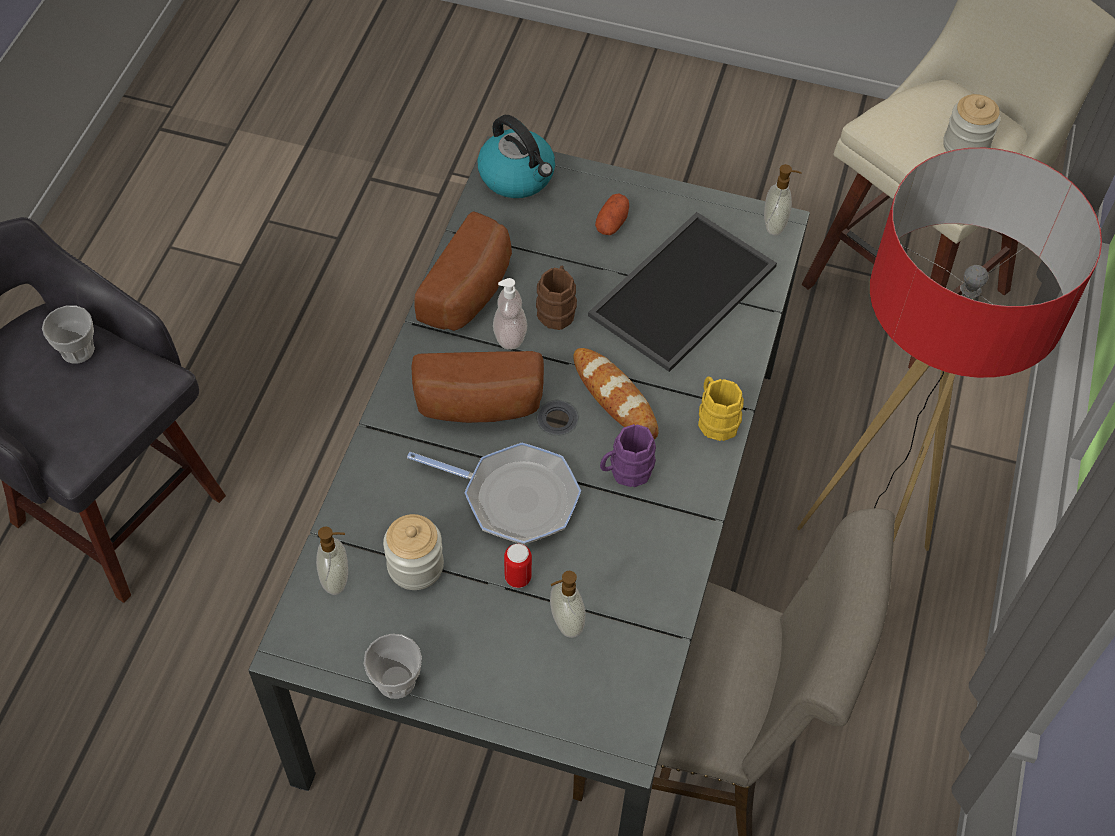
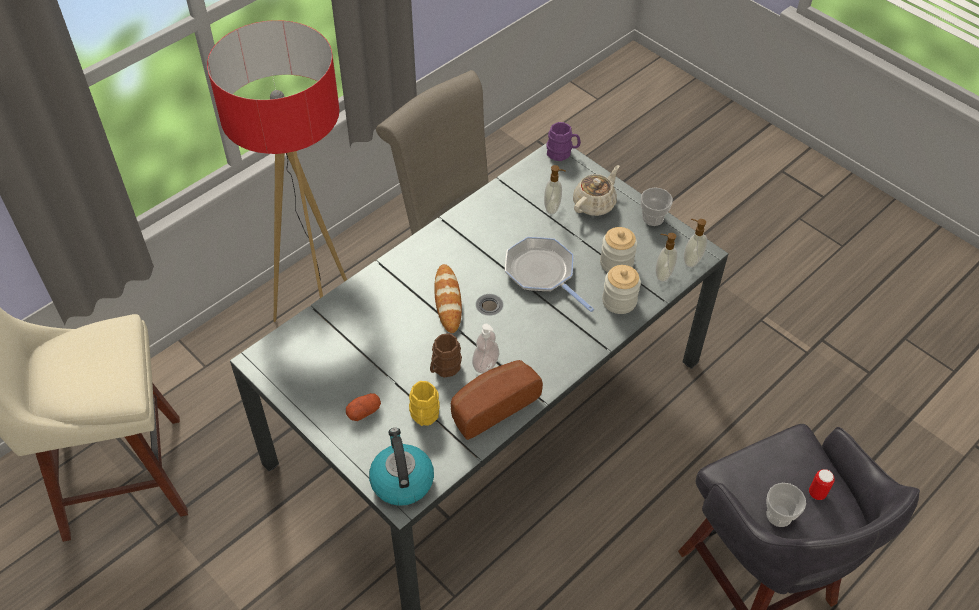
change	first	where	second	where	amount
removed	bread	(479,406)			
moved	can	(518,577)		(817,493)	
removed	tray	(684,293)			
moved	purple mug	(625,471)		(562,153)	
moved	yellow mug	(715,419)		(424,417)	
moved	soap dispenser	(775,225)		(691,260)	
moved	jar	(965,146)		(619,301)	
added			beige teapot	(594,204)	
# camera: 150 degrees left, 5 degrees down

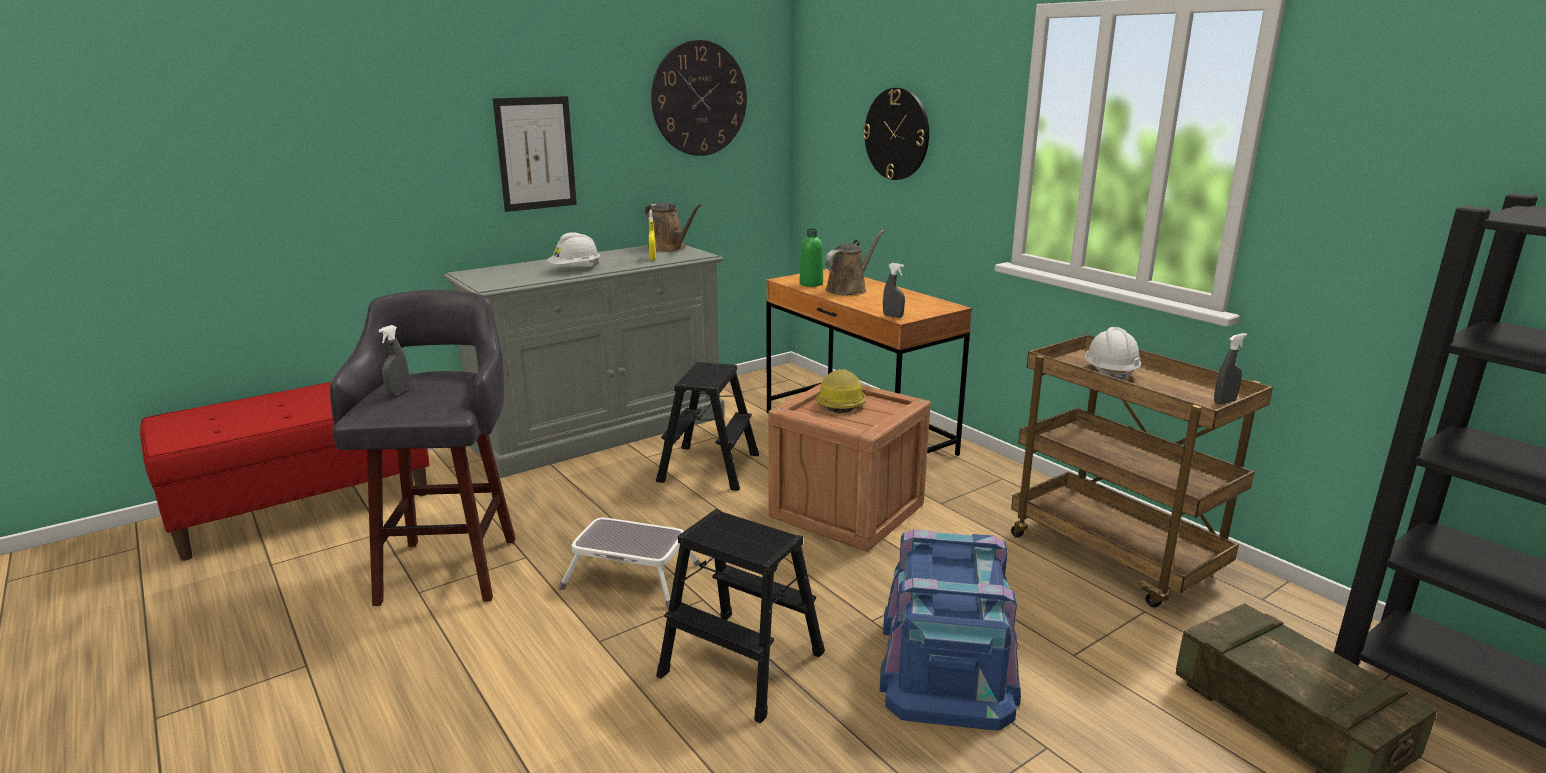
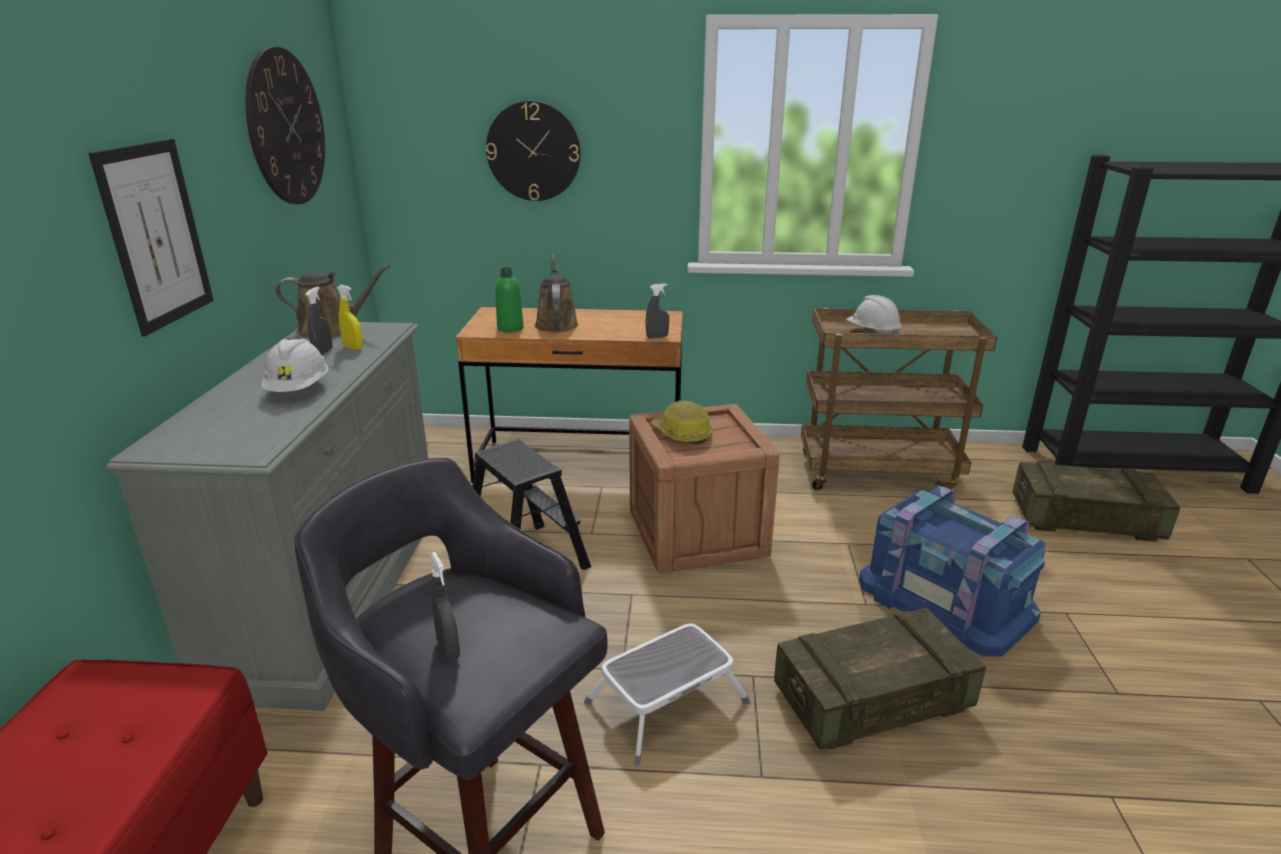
change	first	where	second	where	amount
replaced	black step ladder	(743,663)	crate	(872,699)	
moved	grey spray bottle	(1224,402)		(323,352)	
# camera: 50 degrees left, 5 degrees up

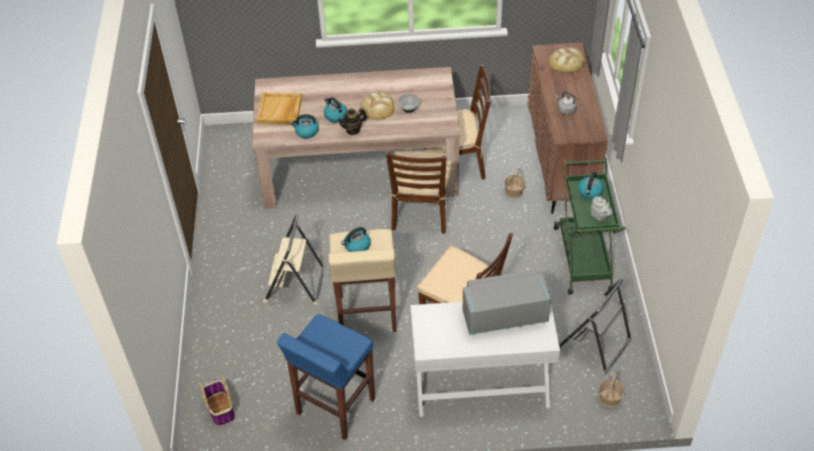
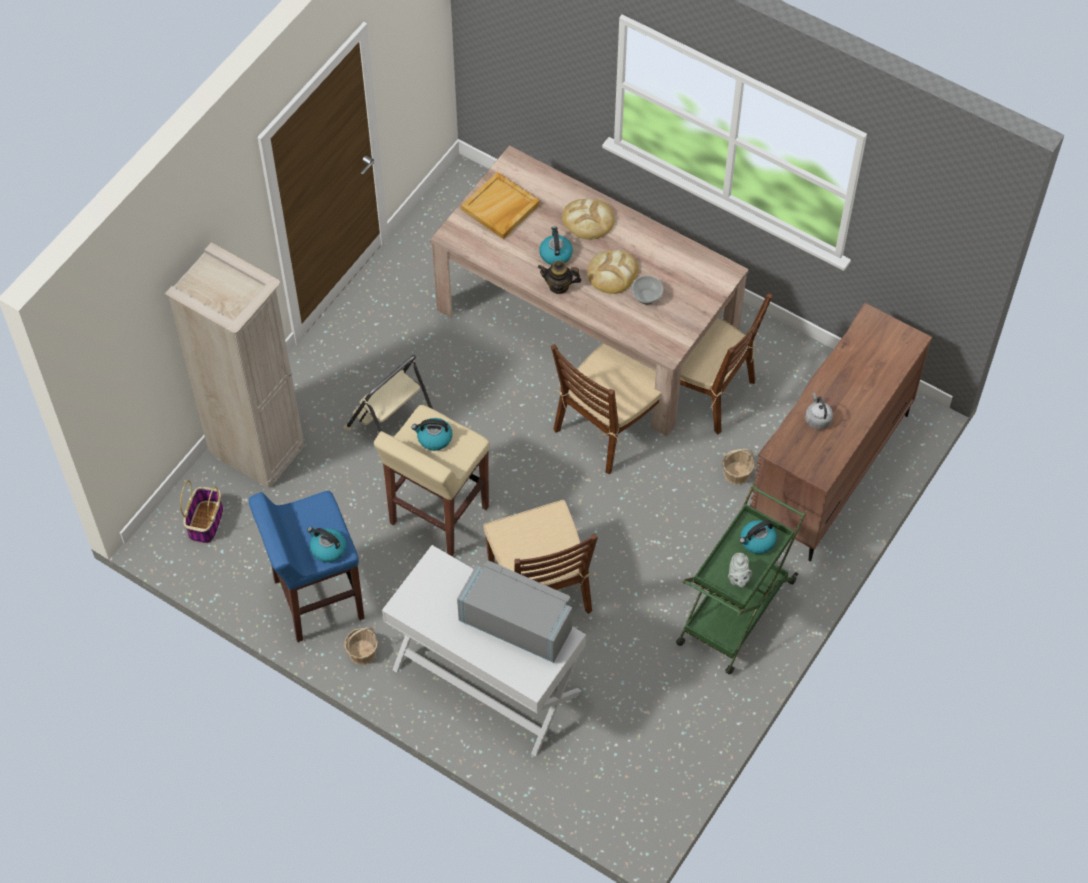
change	first	where	second	where	amount
moved	kettle	(306,132)		(327,549)	
moved	bread	(566,62)		(588,220)	
removed	grey step ladder	(596,345)			
moved	basket	(609,398)		(362,652)	
added			beige cabinet	(258,449)	
# camera: 35 degrees right, 10 degrees up

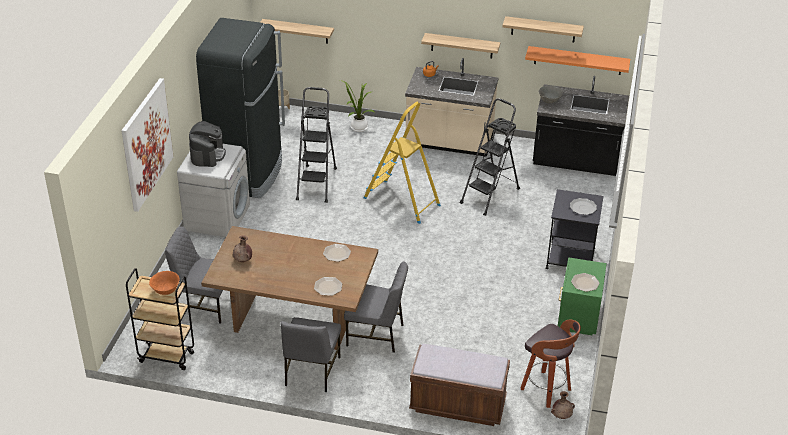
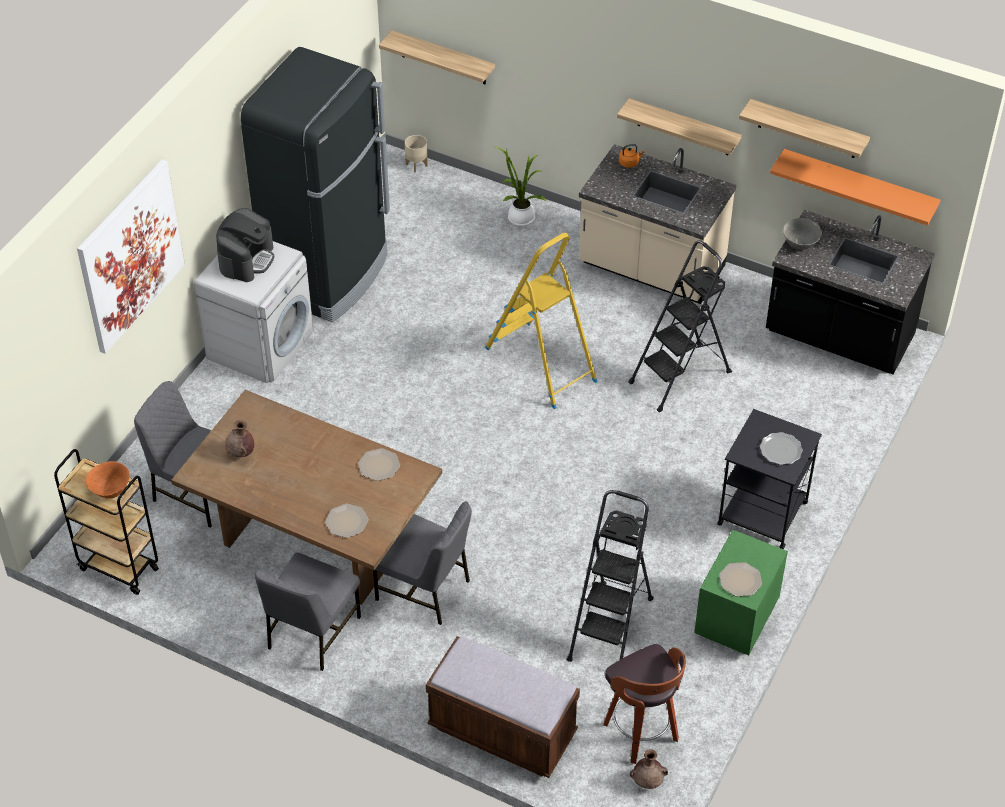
change	first	where	second	where	amount
moved	step ladder	(316,183)		(611,627)	
# camera: 15 degrees right, 10 degrees up

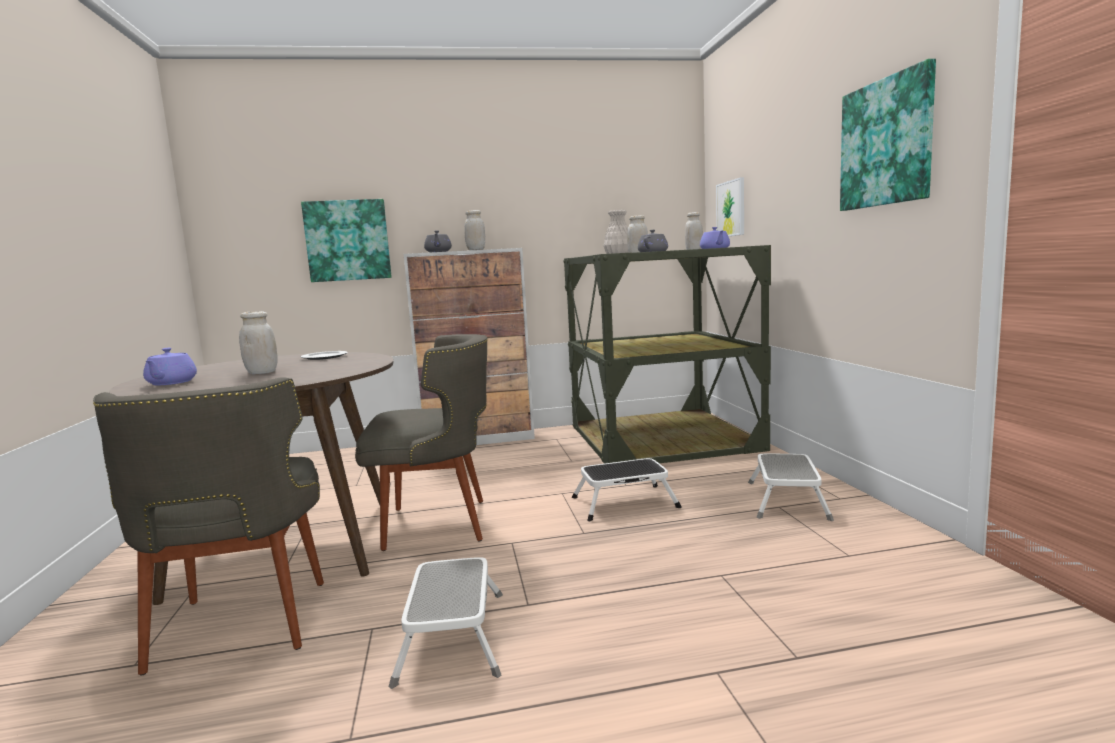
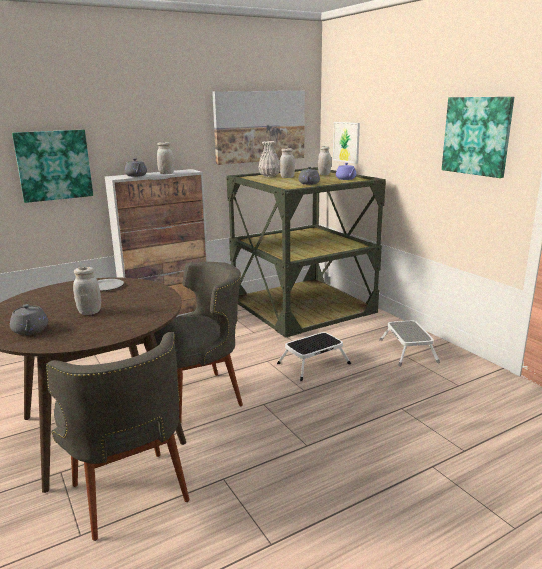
change	first	where	second	where	amount
recoloured	purple teapot	(171,383)	grey teapot	(30,330)	
removed	grey step ladder	(453,636)			
added			picture	(259,126)	
# camera: 20 degrees left, 10 degrees up

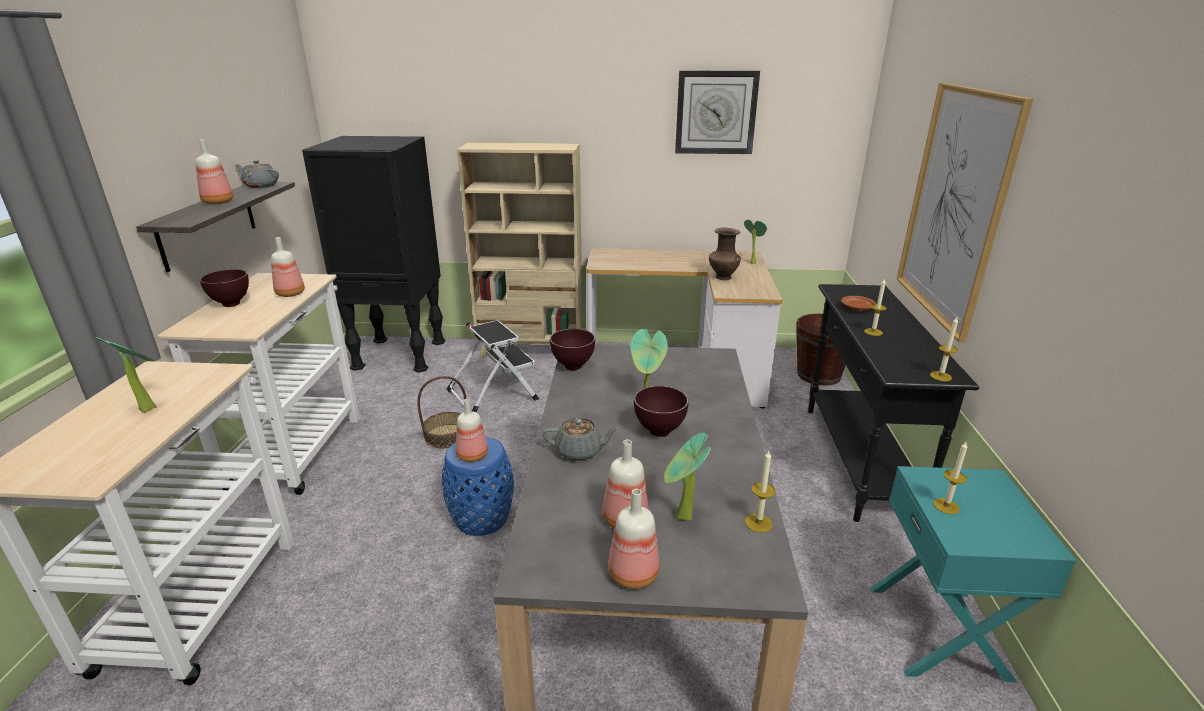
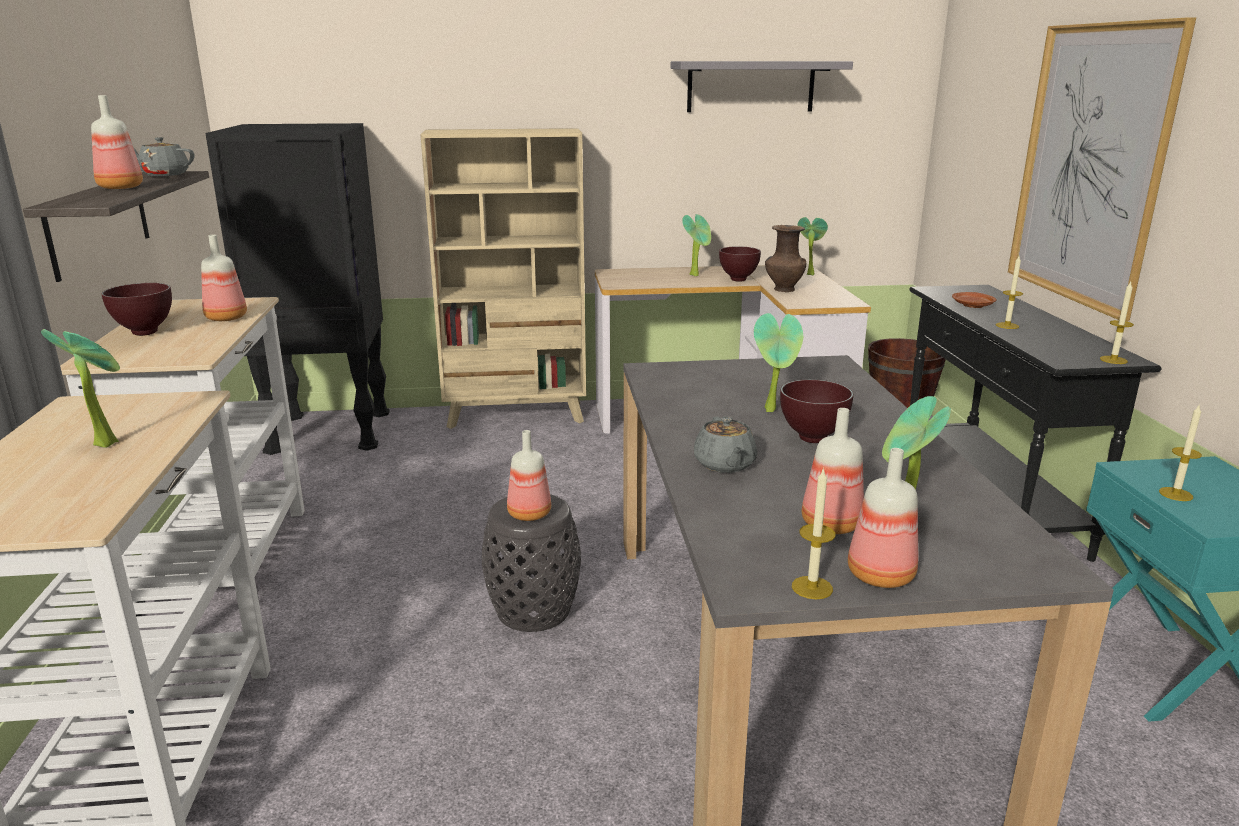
change	first	where	second	where	amount
removed	basket	(446,436)			
recoloured	blue stool	(481,518)	grey stool	(533,611)	
removed	step ladder	(493,392)			
turned	grey teapot	(580,451)		(724,464)	90 degrees clockwise
moved	brown bowl	(574,367)		(739,280)	
replaced	wall clock	(716,112)	grey shelf	(750,86)	
moved	candle	(758,523)		(812,587)	
added			potted plant	(696,275)	
# camera: 10 degrees left, 5 degrees down

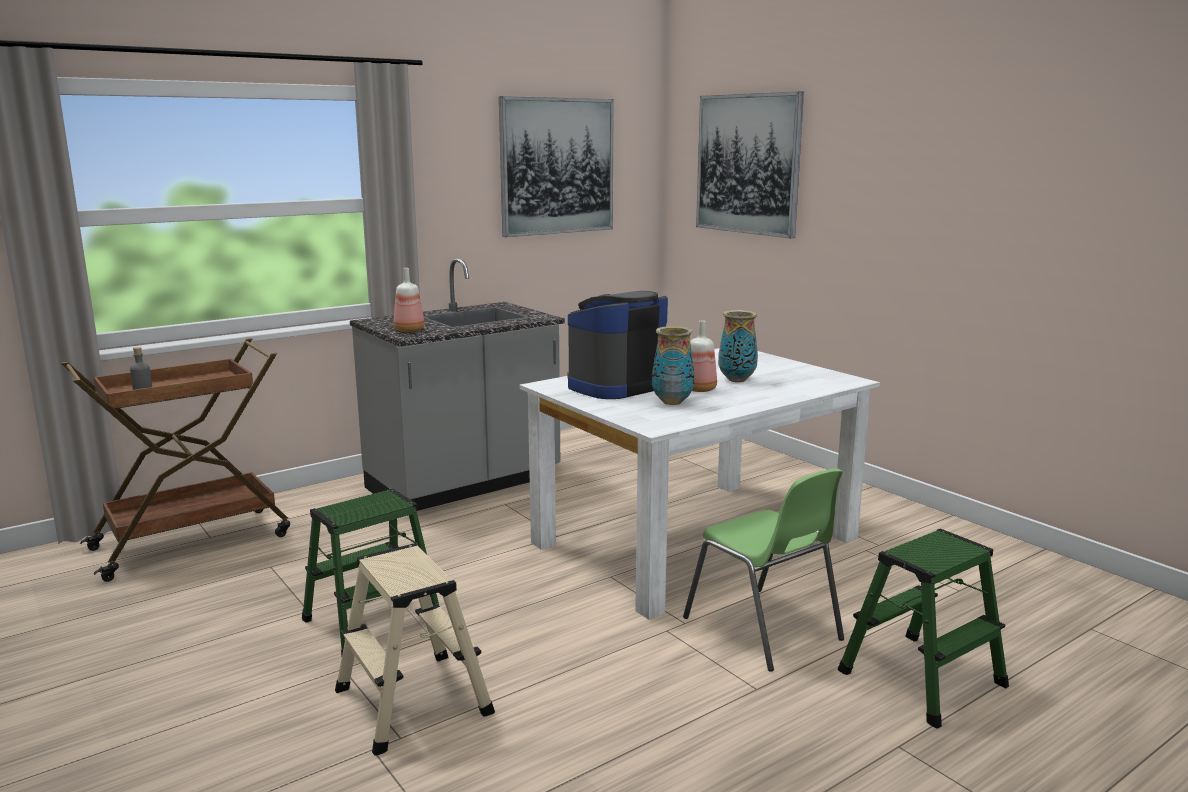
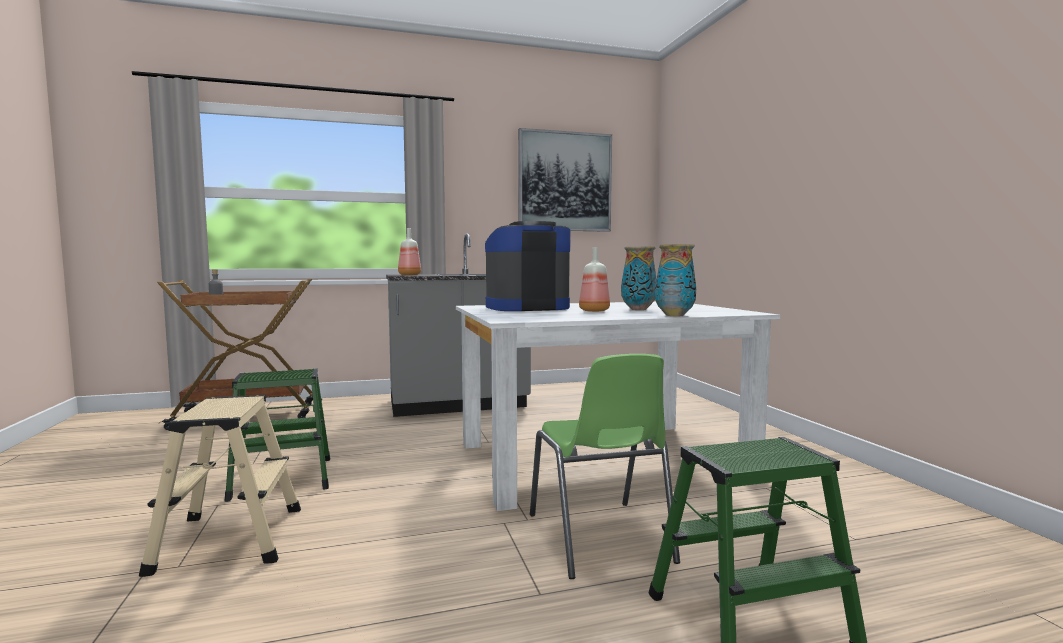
change	first	where	second	where	amount
moved	vase	(672,402)		(674,315)	
removed	picture	(748,164)			
# camera: 20 degrees right, 10 degrees down

